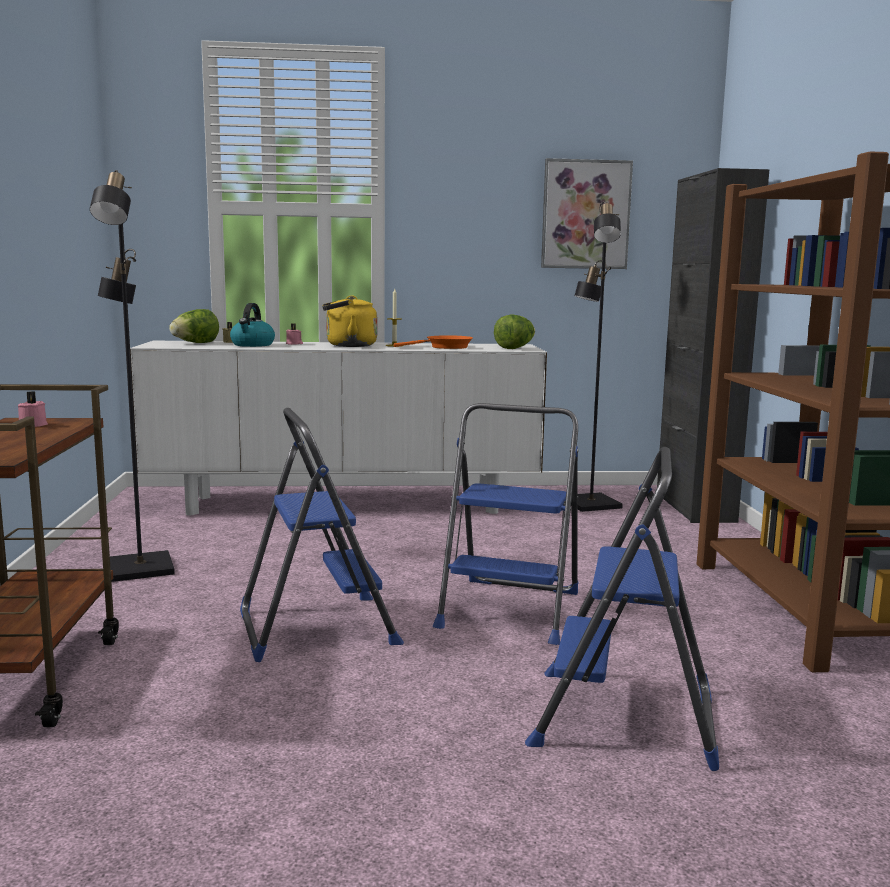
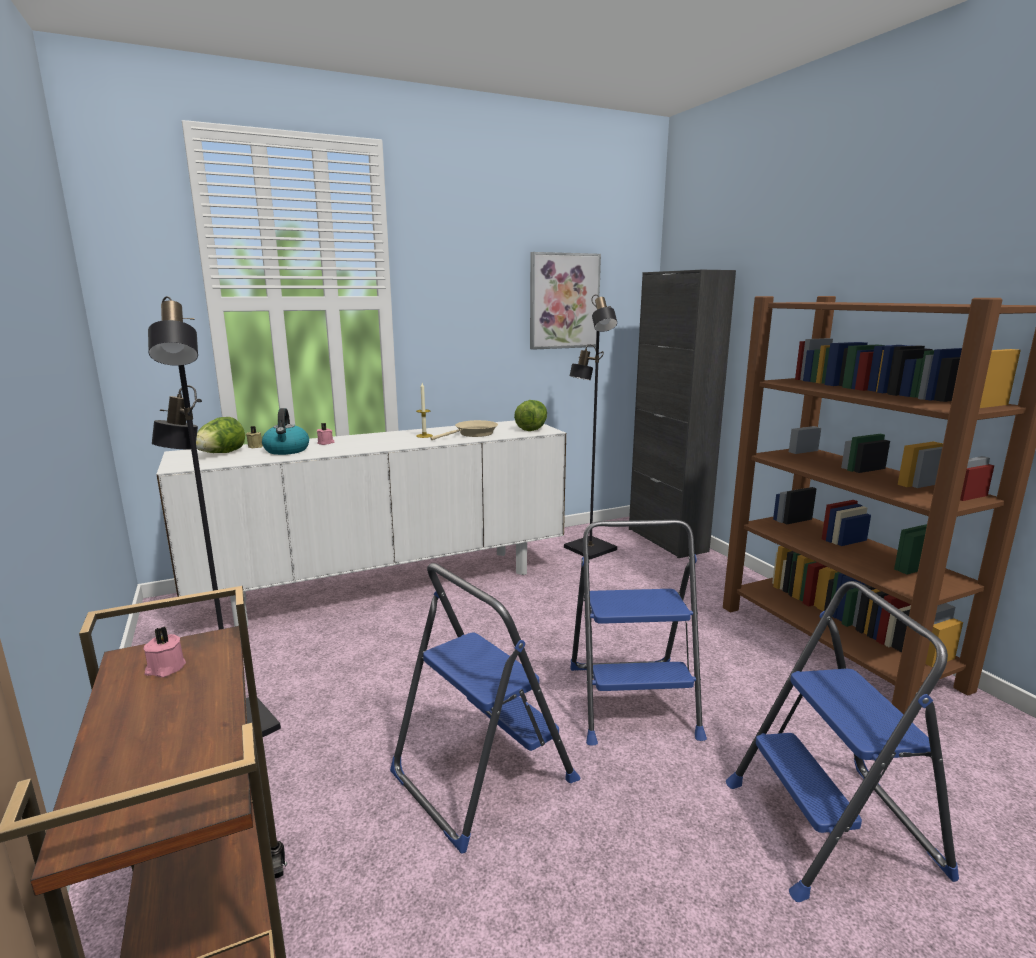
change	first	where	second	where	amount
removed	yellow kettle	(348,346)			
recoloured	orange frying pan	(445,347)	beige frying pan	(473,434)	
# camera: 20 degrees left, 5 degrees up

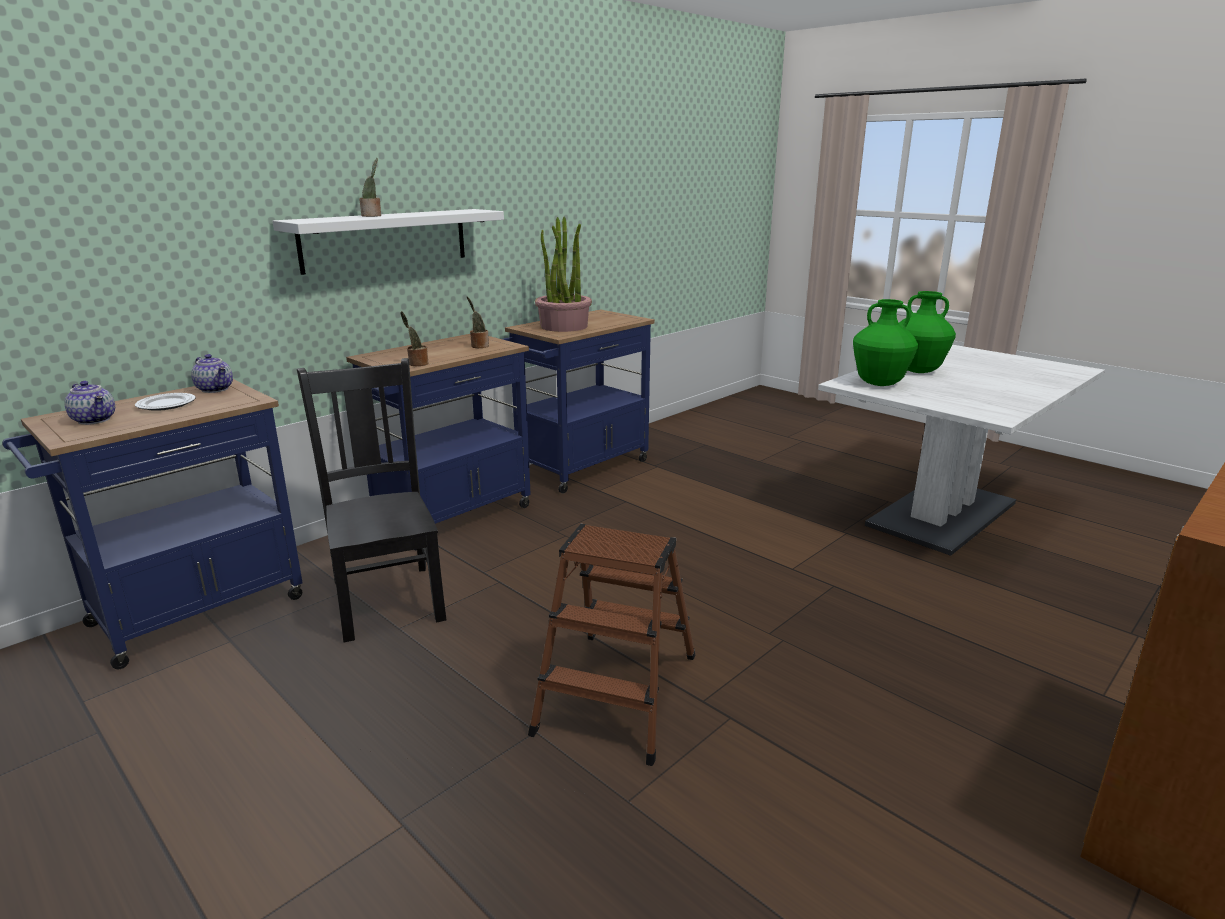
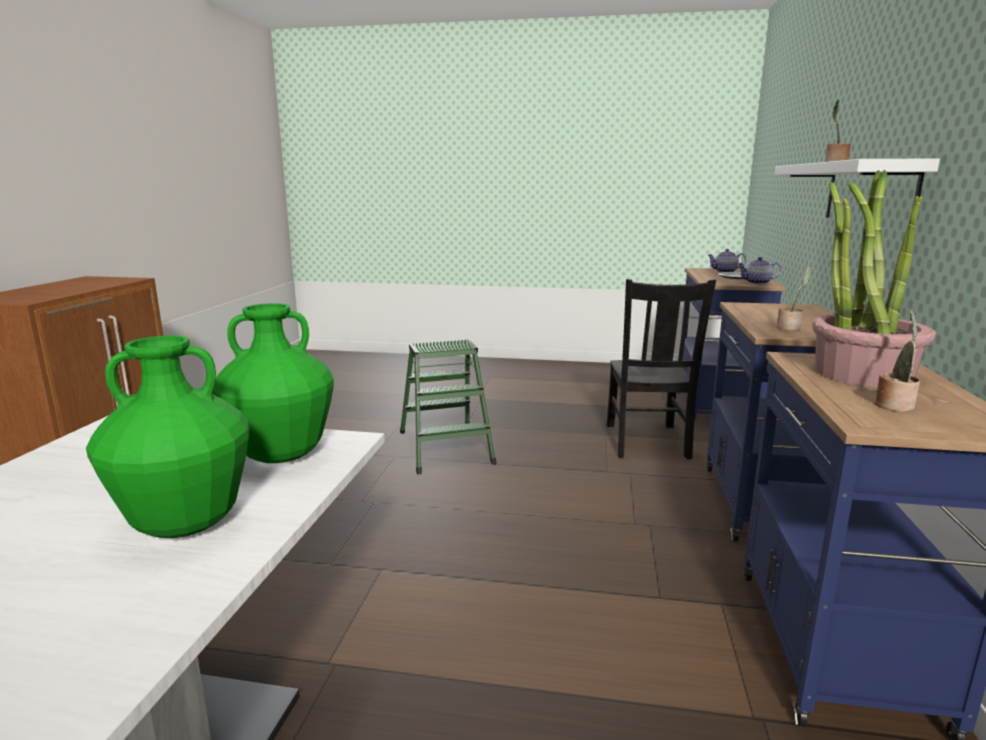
change	first	where	second	where	amount
turned	black chair	(388,598)		(647,442)	60 degrees clockwise
moved	potted plant	(417,364)		(894,405)	
recoloured	brown step ladder	(617,692)	green step ladder	(445,446)	
# camera: 145 degrees right, 5 degrees down

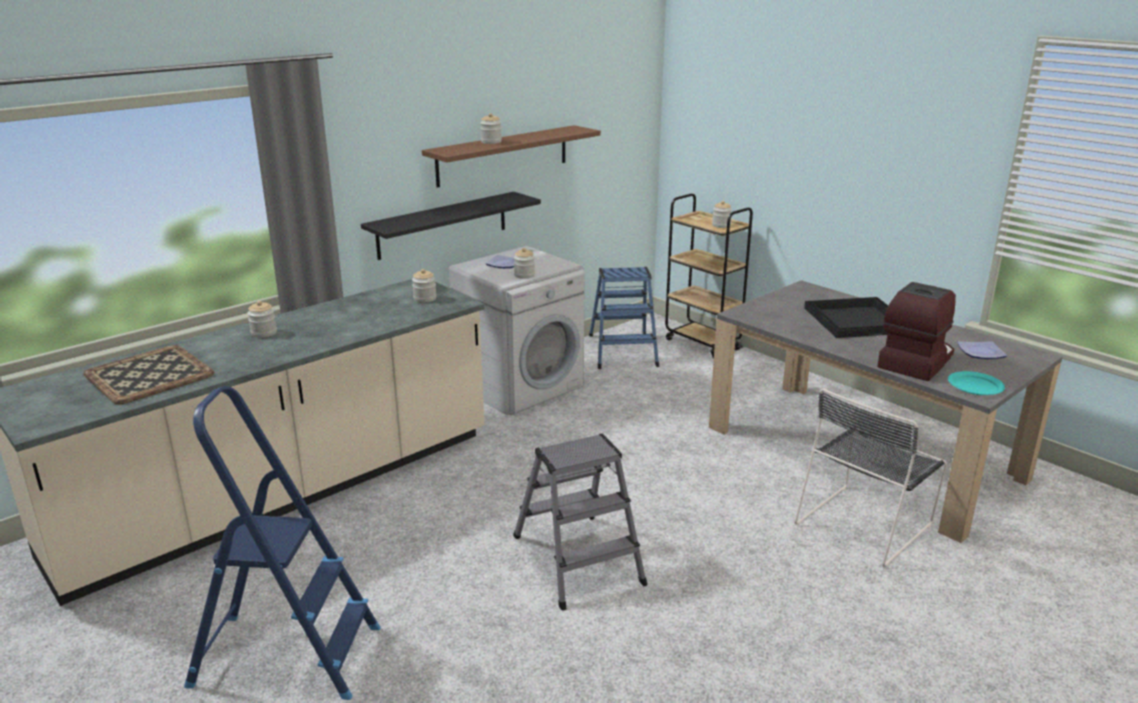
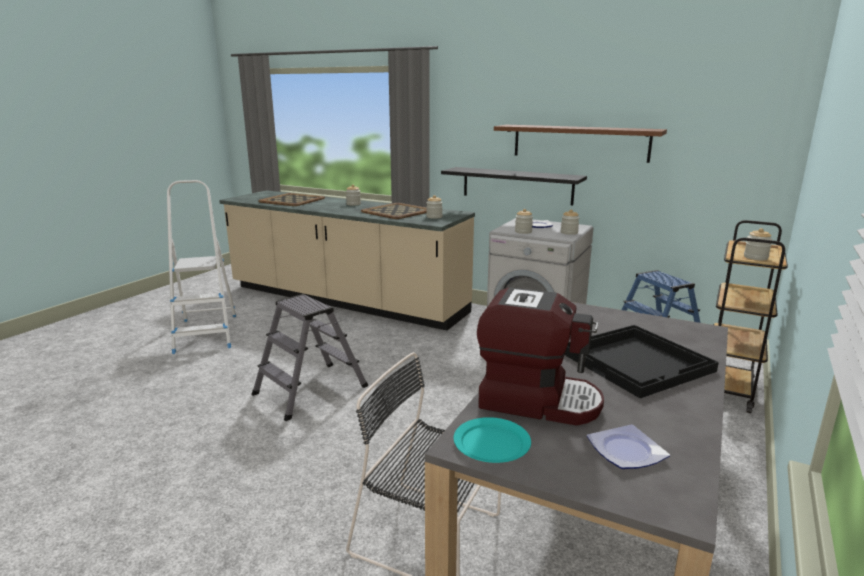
change	first	where	second	where	amount
recoloured	blue step ladder	(288,656)	white step ladder	(206,333)	
moved	jar	(491,142)		(569,232)	
added			tray	(396,211)	
# camera: 70 degrees right, 5 degrees down

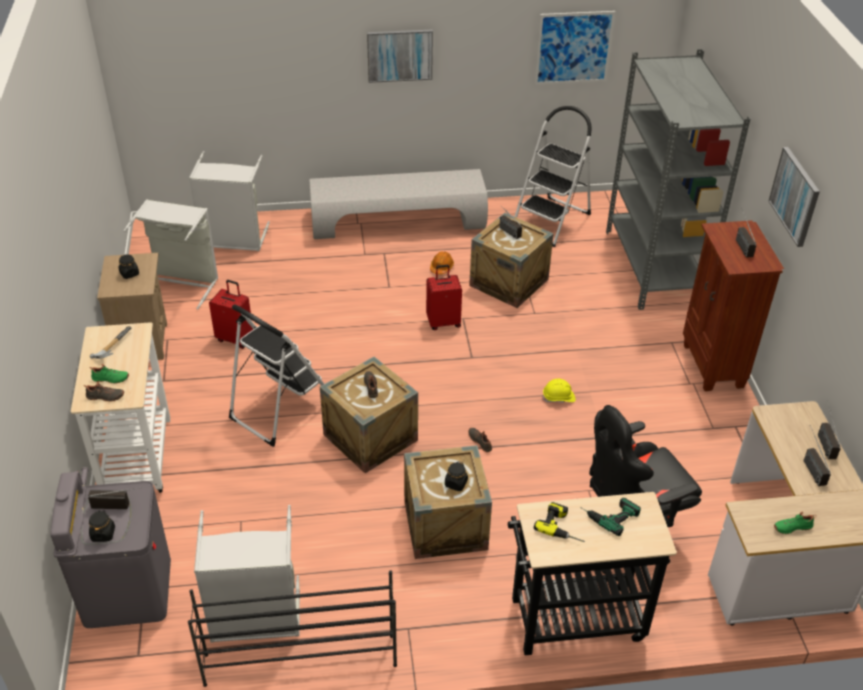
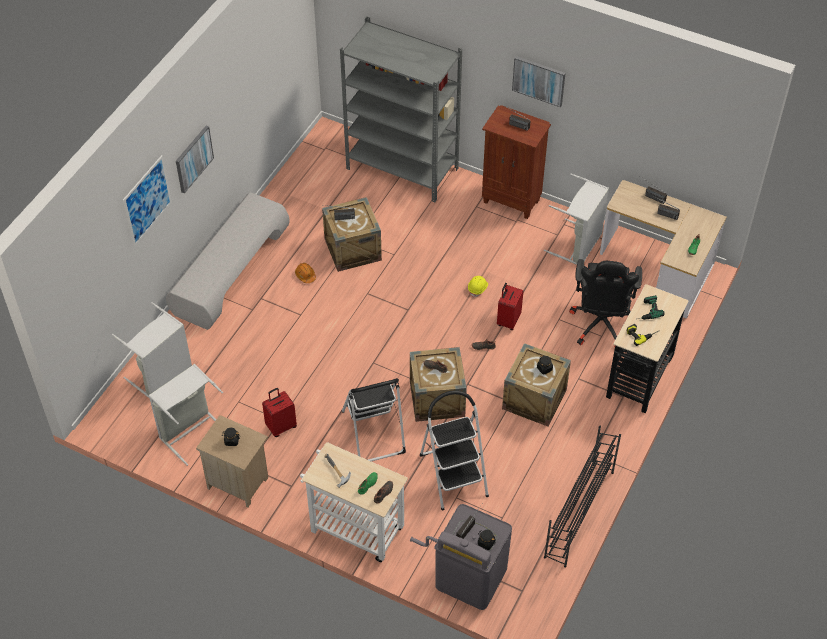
change	first	where	second	where	amount
moved	grey laundry basket	(255,619)		(579,245)	
moved	red suitcase	(443,322)		(508,320)	
moved	step ladder	(553,220)		(453,473)	
moved	picture	(574,48)		(147,200)	
# camera: 55 degrees left, 10 degrees up

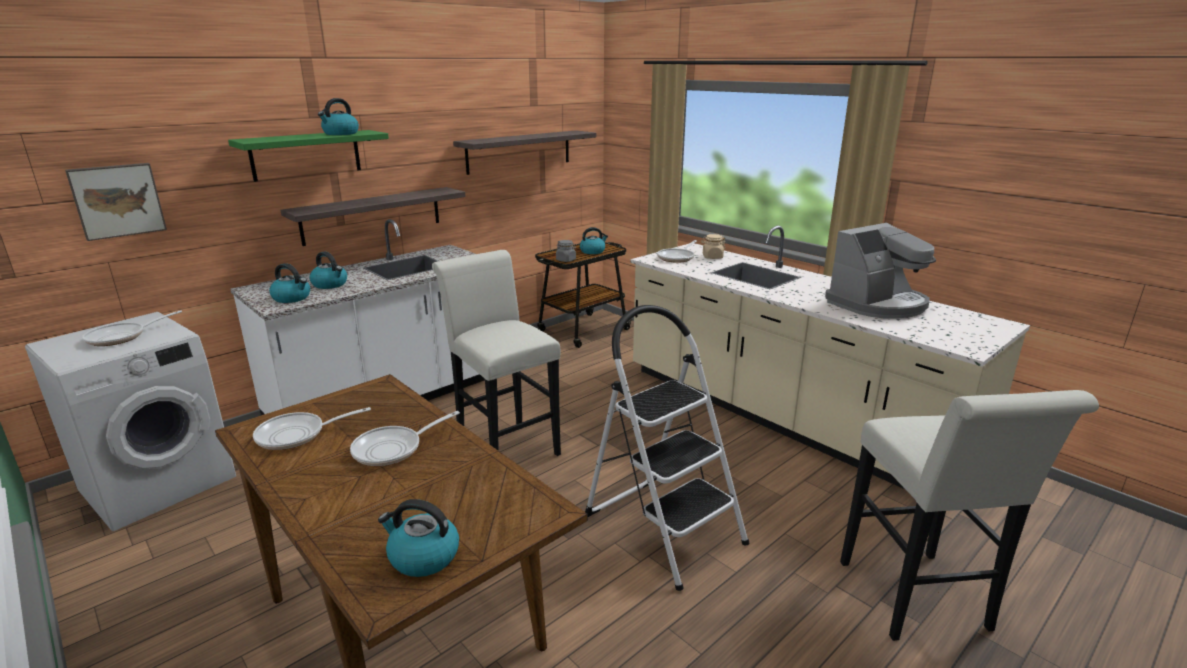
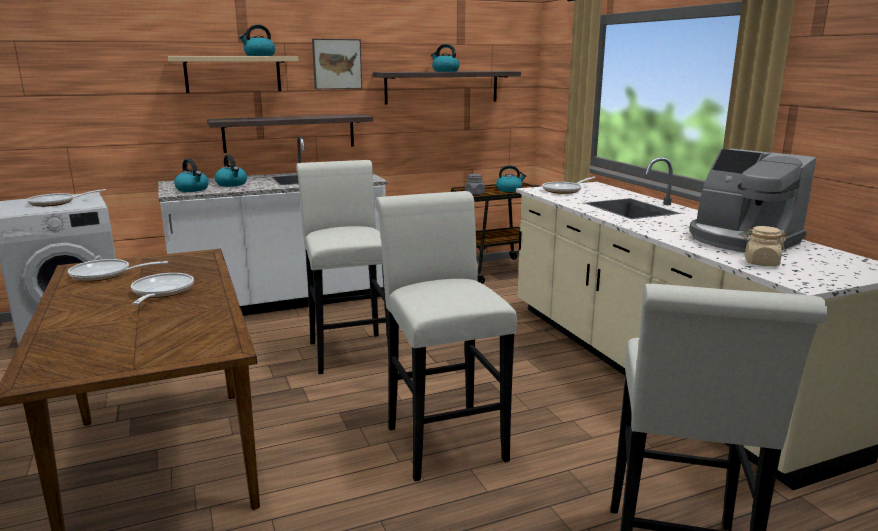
change	first	where	second	where	amount
moved	picture	(117,200)		(336,64)	
recoloured	green shelf	(306,155)	beige shelf	(233,74)	
turned	frying pan	(393,449)		(161,292)	105 degrees clockwise
moved	kettle	(422,557)		(445,71)	
replaced	step ladder	(661,527)	white stool	(442,438)	
moved	beige jar	(712,257)		(761,263)	
turned	coffee machine	(877,304)		(741,240)	60 degrees clockwise
# camera: 20 degrees right, 5 degrees down

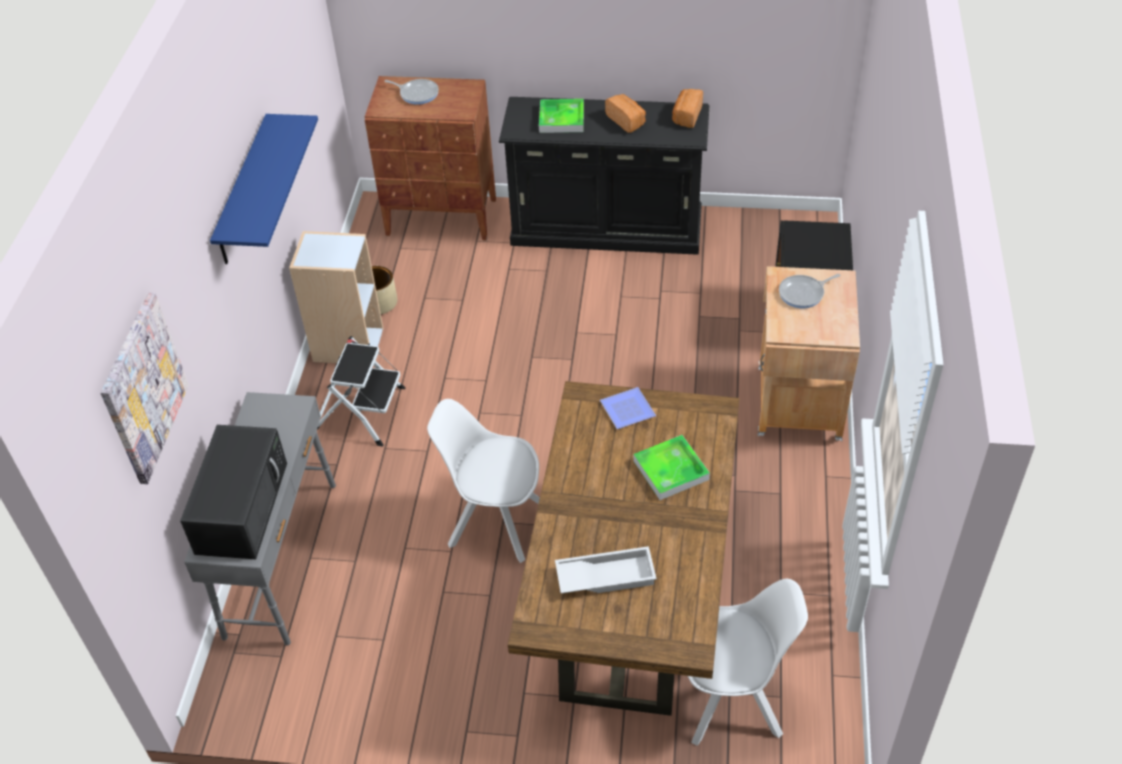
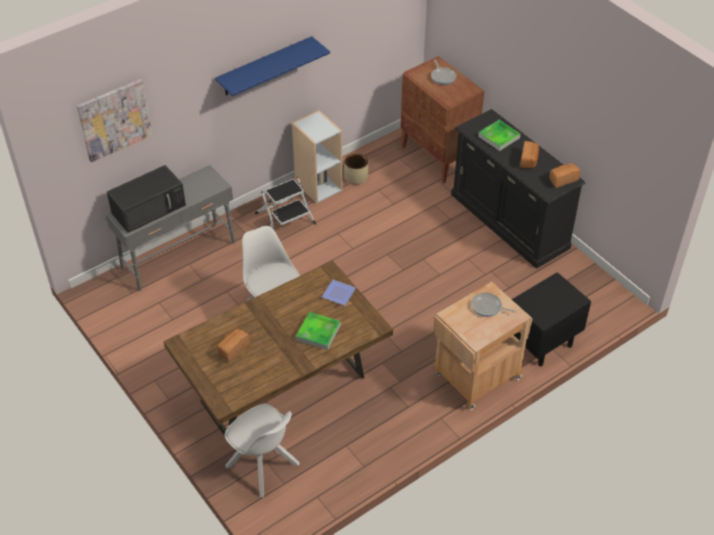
change	first	where	second	where	amount
replaced	white tray	(606,575)	bread	(233,349)	
# camera: 45 degrees right, 0 degrees up

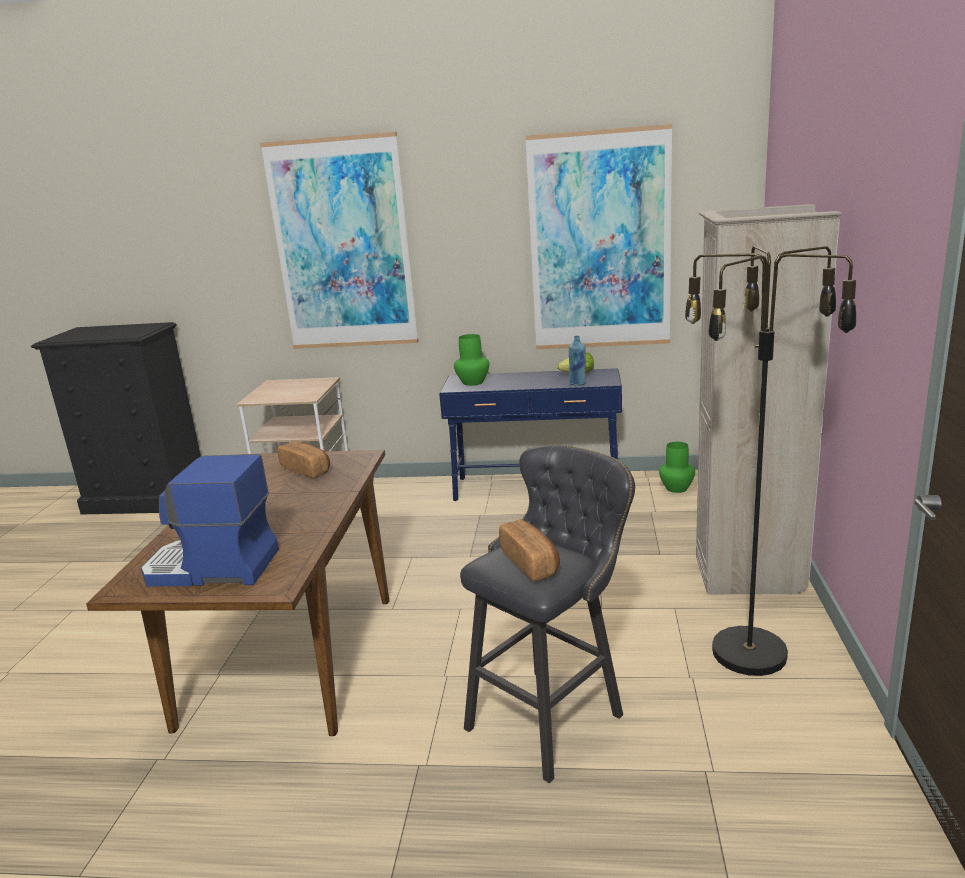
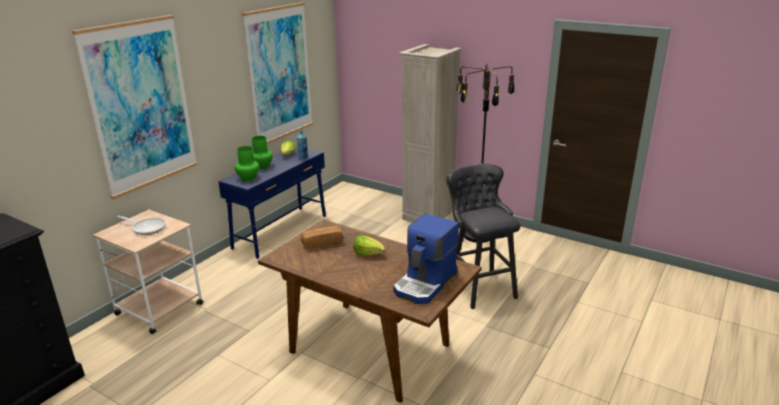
change	first	where	second	where	amount
removed	bread	(531,563)			
moved	green vase	(676,488)		(261,166)	
added			frying pan	(147,228)	
added			lettuce	(368,253)	
# camera: 65 degrees left, 5 degrees up

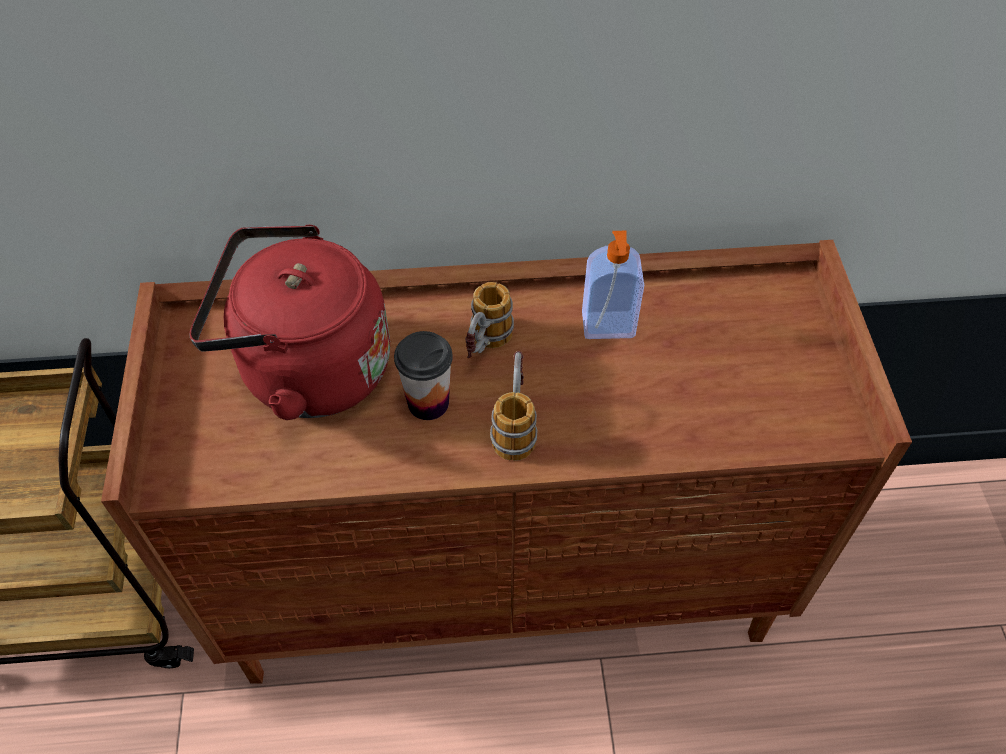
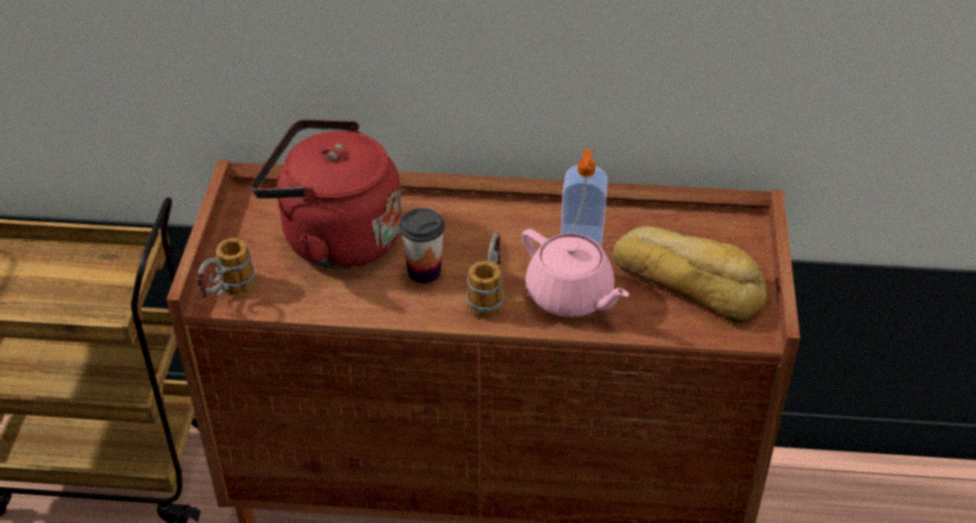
change	first	where	second	where	amount
moved	mug	(485,347)		(227,293)	
added			pink teapot	(570,296)	
added			bread	(689,281)	
# camera: 10 degrees right, 10 degrees down

